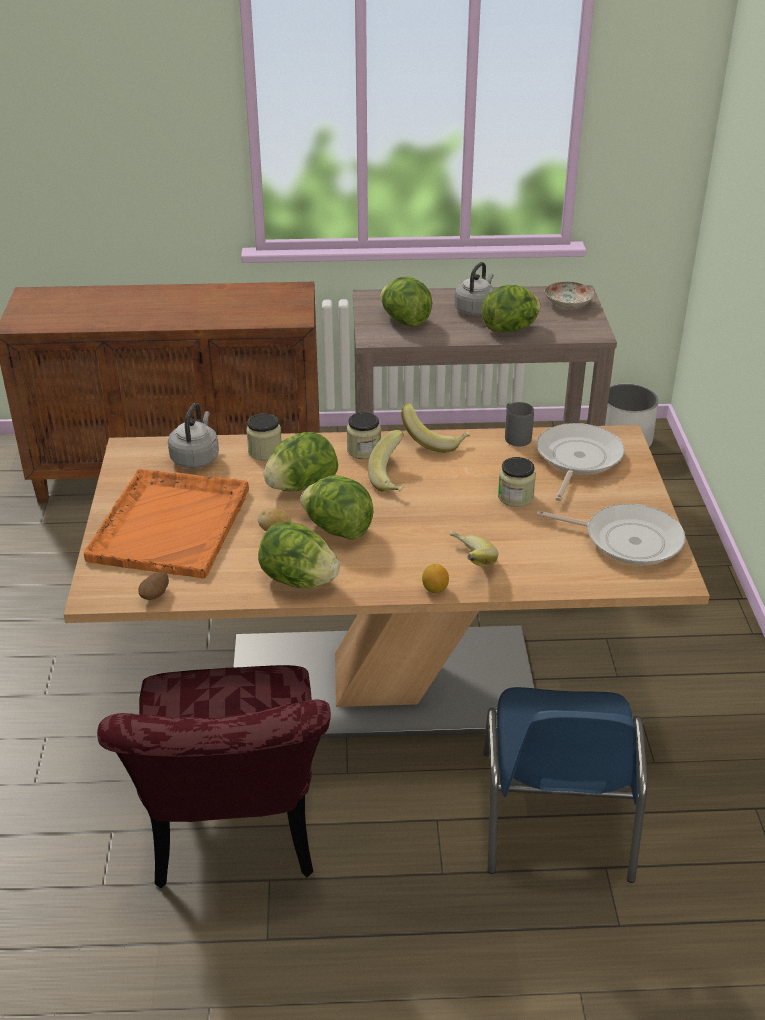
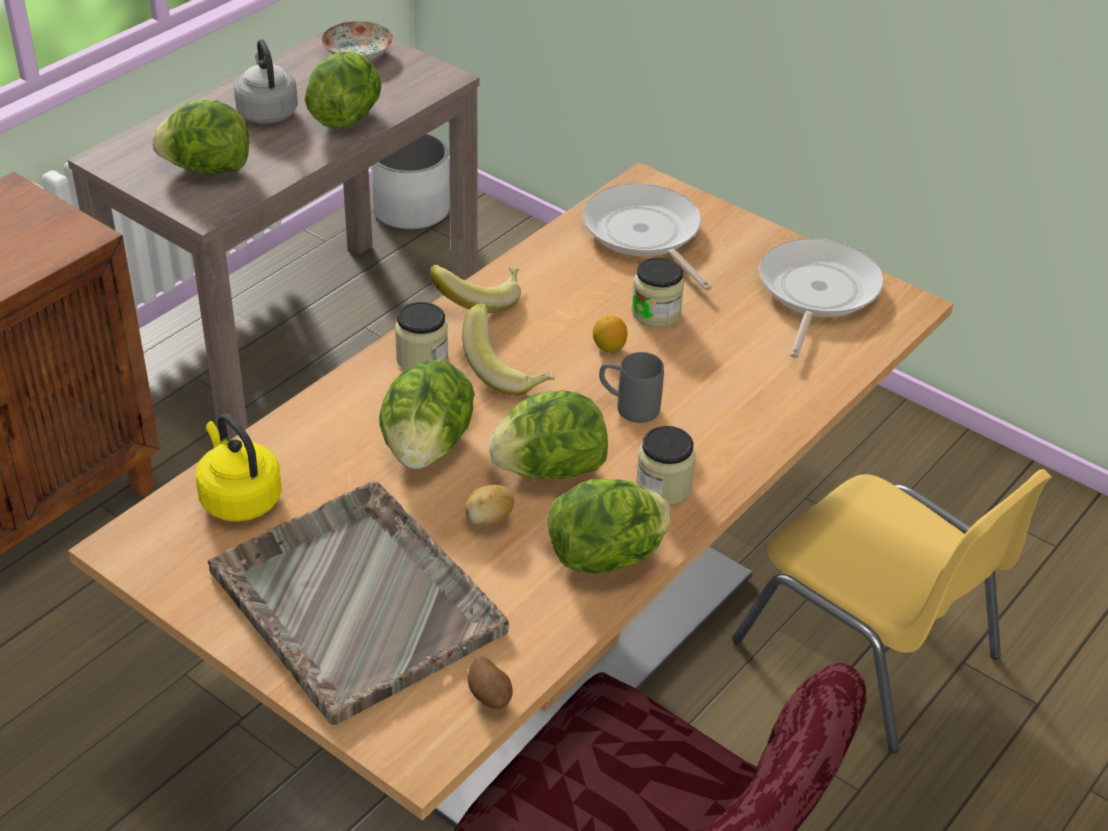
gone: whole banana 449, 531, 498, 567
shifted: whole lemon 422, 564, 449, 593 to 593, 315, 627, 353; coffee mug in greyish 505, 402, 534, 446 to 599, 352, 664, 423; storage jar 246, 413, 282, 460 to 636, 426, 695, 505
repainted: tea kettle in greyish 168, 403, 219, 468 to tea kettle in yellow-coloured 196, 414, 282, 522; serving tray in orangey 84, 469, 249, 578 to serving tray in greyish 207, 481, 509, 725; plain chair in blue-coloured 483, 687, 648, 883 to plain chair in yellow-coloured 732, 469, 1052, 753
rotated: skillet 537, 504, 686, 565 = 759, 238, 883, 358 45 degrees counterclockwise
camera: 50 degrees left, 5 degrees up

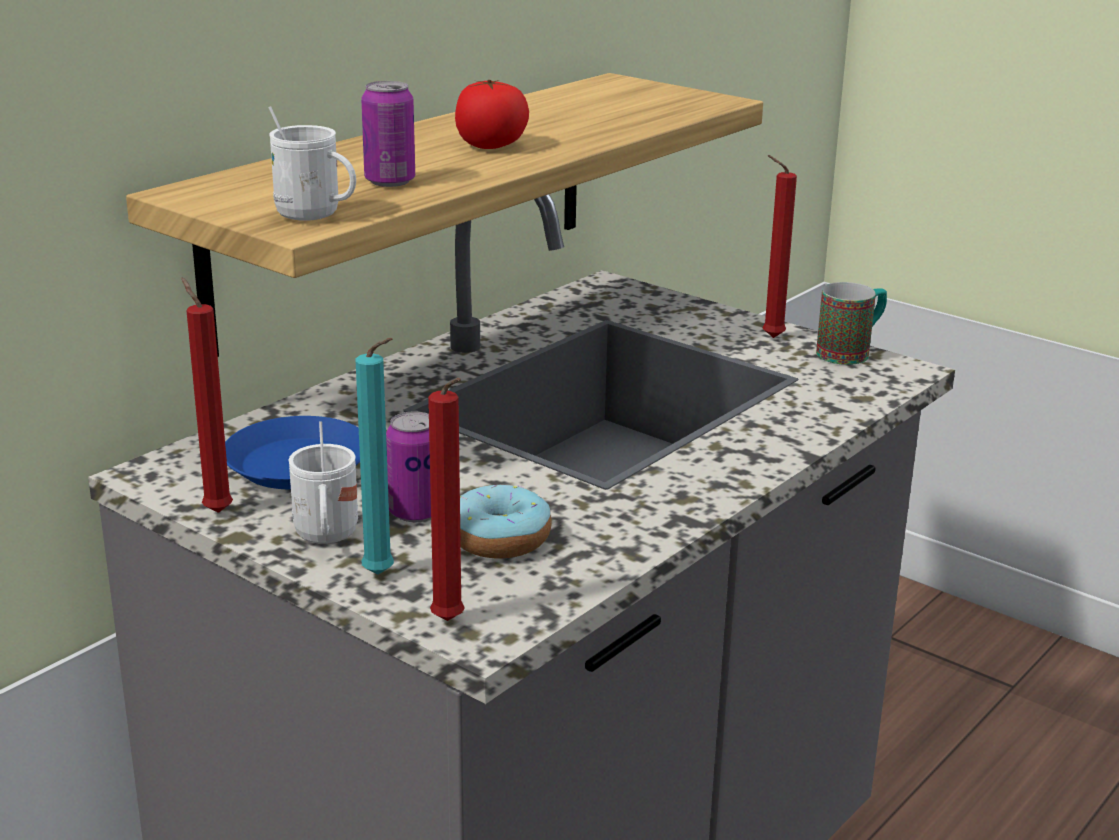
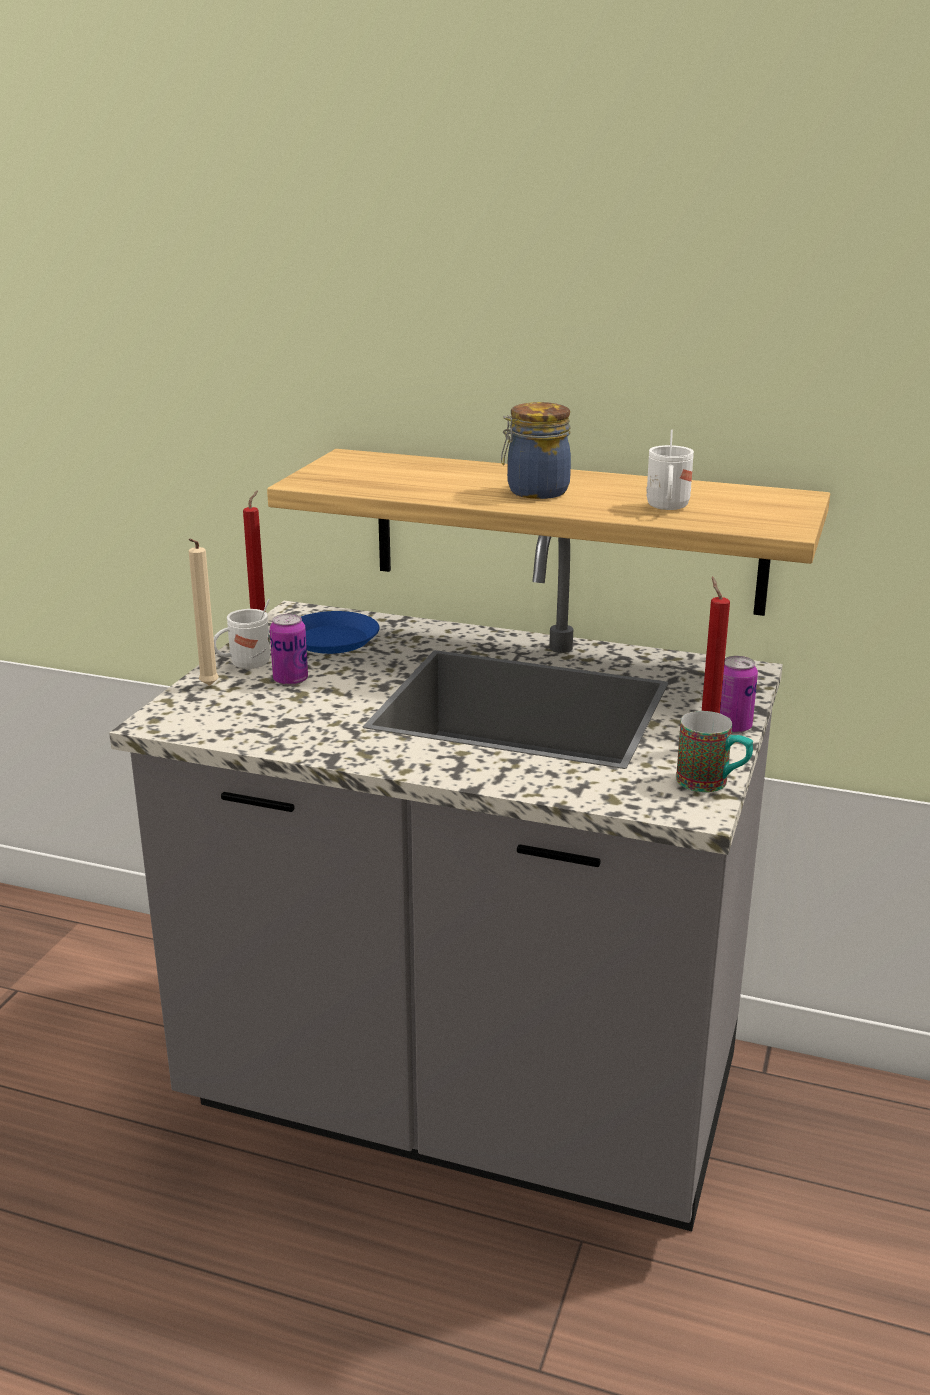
gone: candle in reddish 428, 378, 465, 621; doughnut 460, 485, 552, 558
shifted: coffee mug in whitish 268, 106, 356, 221 to 646, 430, 694, 510; can 361, 81, 415, 187 to 720, 656, 758, 734
swapped: whole tomato 455, 80, 529, 149 to storage jar 501, 402, 571, 499
repainted: candle in turquoise 355, 338, 394, 575 to candle in beige-coloured 189, 538, 219, 686
camera: 70 degrees right, 0 degrees up

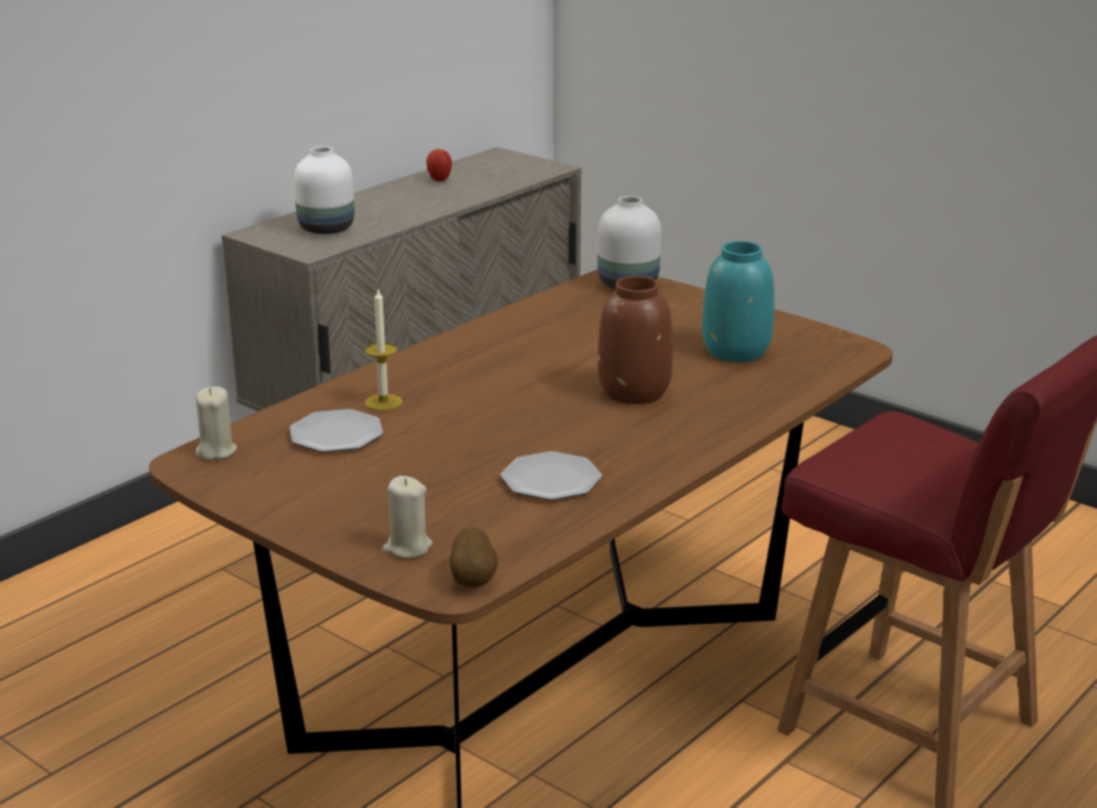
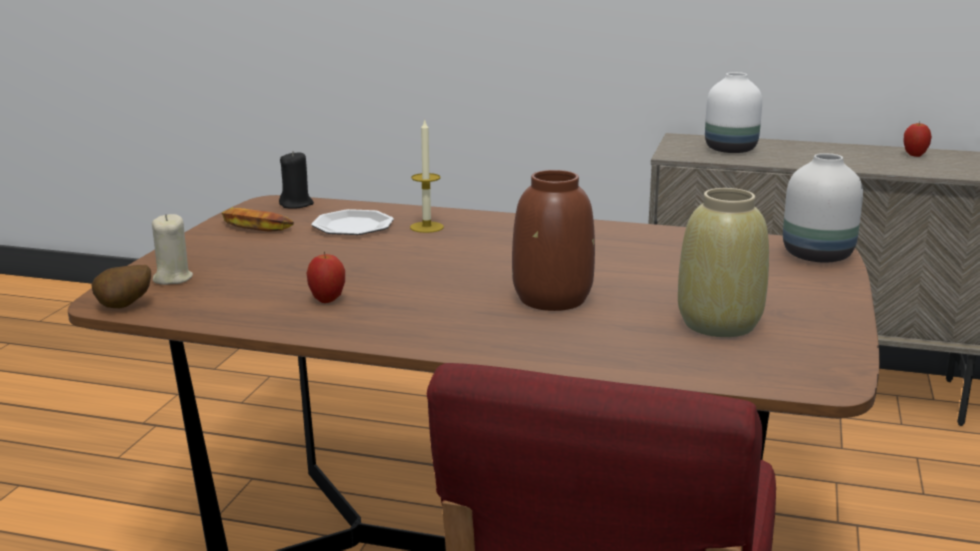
new: whole banana 222, 207, 294, 232
swapped: flat dish 501, 451, 602, 500 to apple fruit 307, 252, 345, 303
repainted: candle in beige-coloured 196, 386, 237, 460 to candle in blackish 279, 151, 314, 208; decorative vase in turquoise 702, 241, 774, 362 to decorative vase in beige-coloured 678, 188, 769, 337
camera: 65 degrees right, 5 degrees down

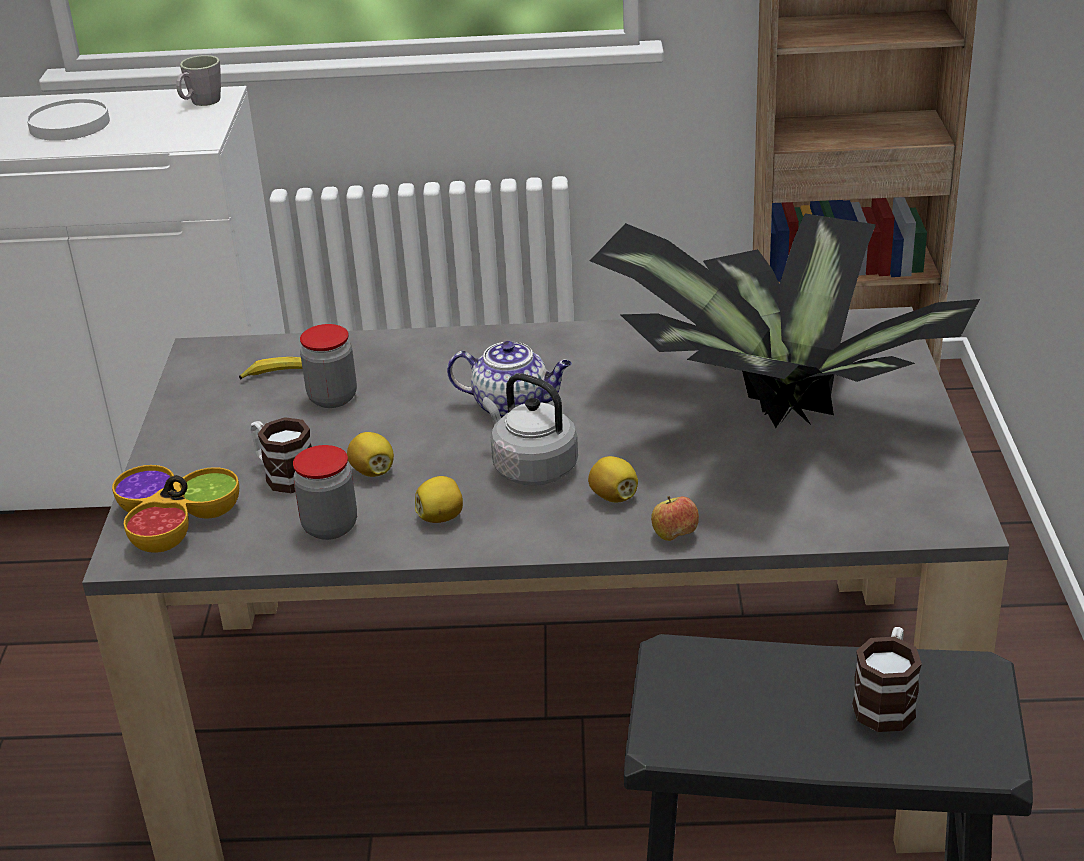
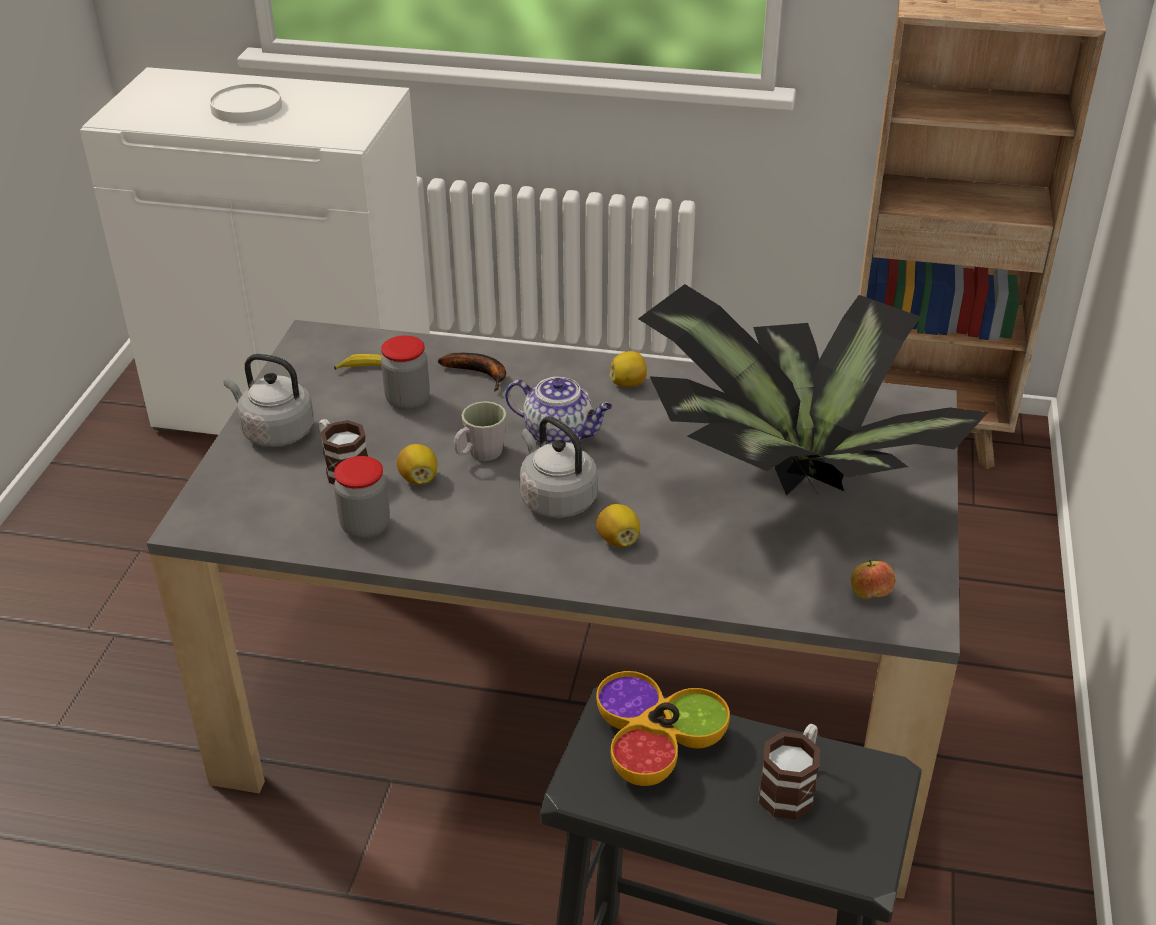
new: tea kettle in greyish 223, 354, 314, 447; whole banana 438, 353, 506, 391
shifted: coffee mug in greyish 176, 55, 221, 106 to 454, 401, 507, 461; bowl 112, 465, 239, 553 to 596, 671, 730, 786; whole lemon 415, 476, 463, 523 to 609, 351, 647, 387; apple fruit 651, 496, 699, 541 to 851, 560, 895, 600
camera: 10 degrees right, 5 degrees up

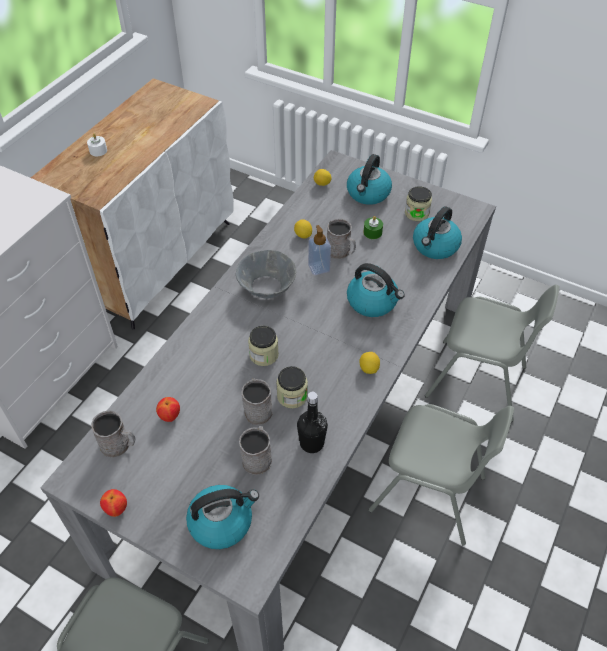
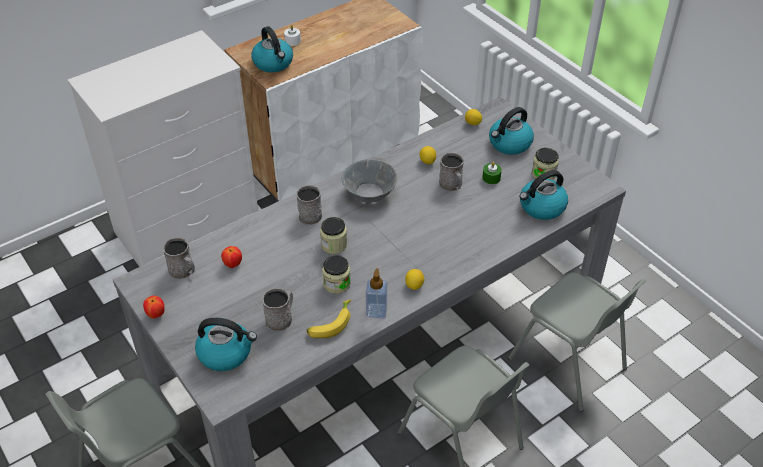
shifted: tea kettle 347, 263, 405, 317 to 251, 26, 293, 73; coffee mug in greyish 241, 379, 272, 425 to 296, 185, 322, 225; soap dispenser 308, 225, 331, 275 to 366, 268, 387, 319
swapped: beverage bottle in blackish 297, 392, 328, 453 to whole banana 307, 300, 351, 338
camera: 25 degrees right, 5 degrees down

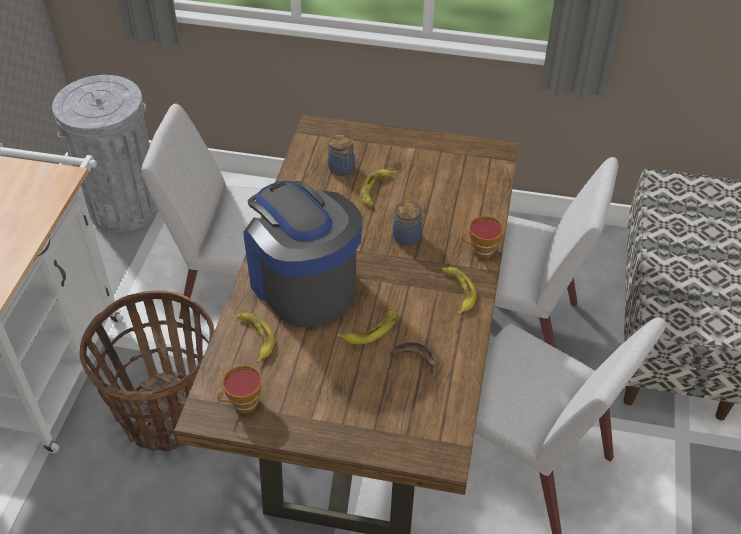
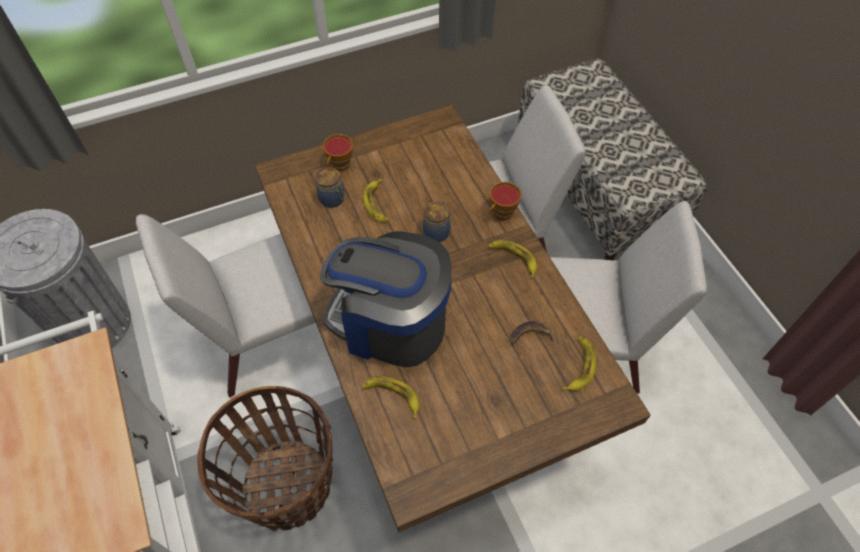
shifted: cup 217, 365, 262, 414 to 323, 134, 353, 172; whole banana 337, 308, 396, 344 to 562, 337, 596, 391
camera: 35 degrees left, 10 degrees up

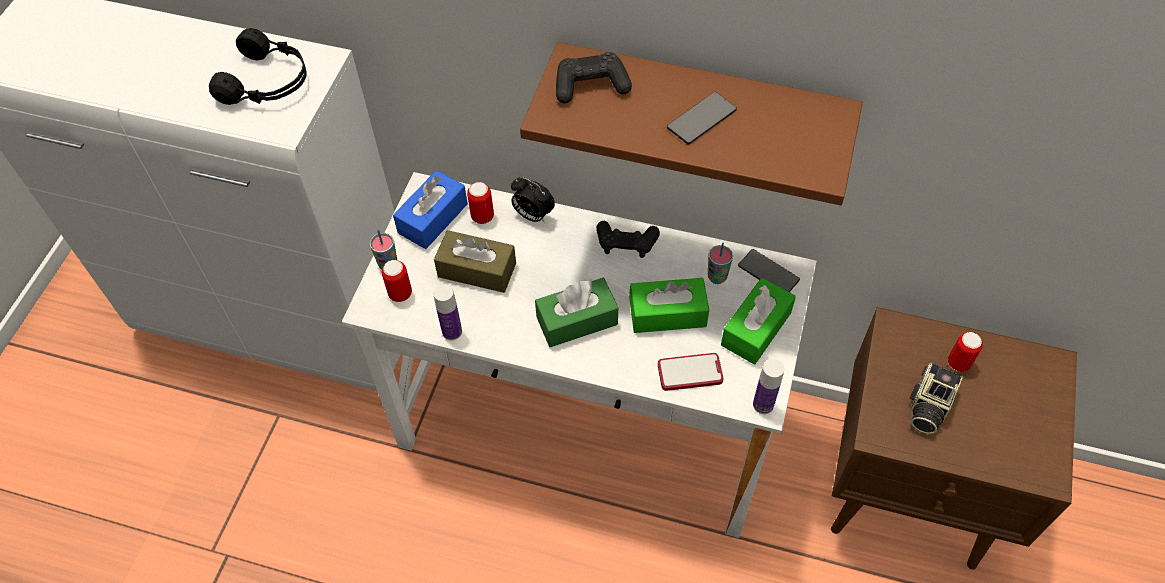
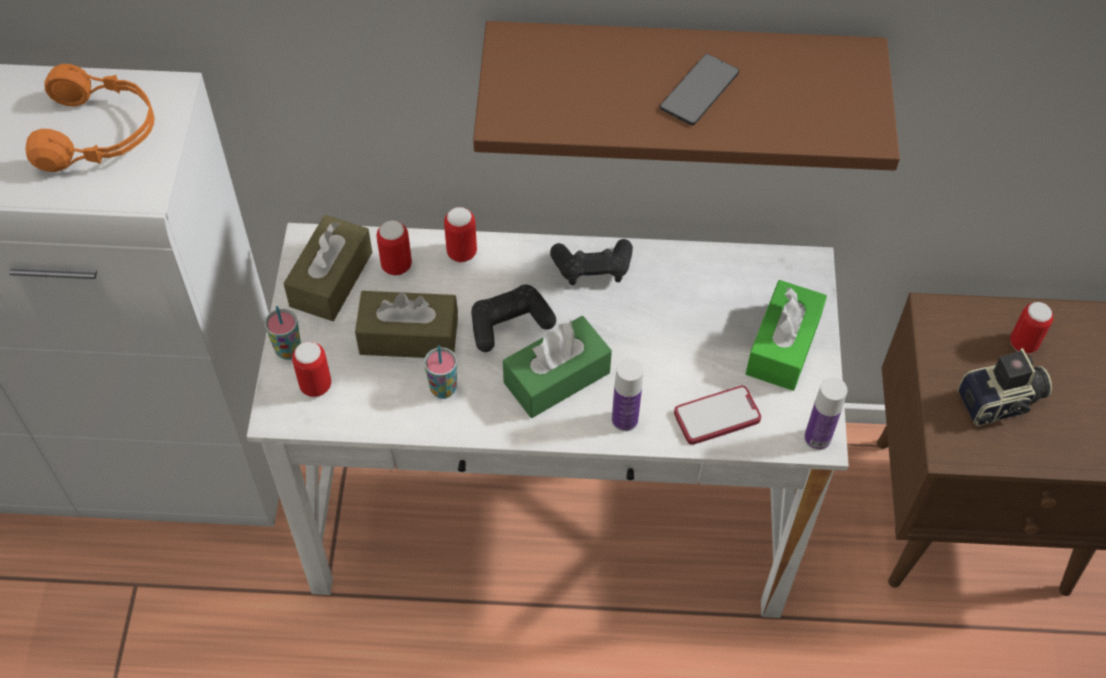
gone: box of tissues in greenish 629, 278, 709, 333; handset 738, 249, 800, 292
shifted: cup 708, 243, 733, 284 to 424, 346, 457, 399; game controller in blackish 556, 52, 632, 103 to 471, 285, 556, 352; beverage bottle 433, 284, 462, 340 to 612, 358, 643, 432
swapped: table clock 511, 177, 555, 223 to can 444, 207, 477, 263
repainted: headphones in blackish 209, 28, 307, 105 to headphones in orangey 26, 64, 155, 172; box of tissues in blue-coloured 393, 170, 468, 249 to box of tissues in brownish 283, 215, 372, 321
rotated: still camera 909, 363, 963, 434 = 957, 348, 1052, 426 120 degrees counterclockwise
camera: 15 degrees left, 0 degrees up

